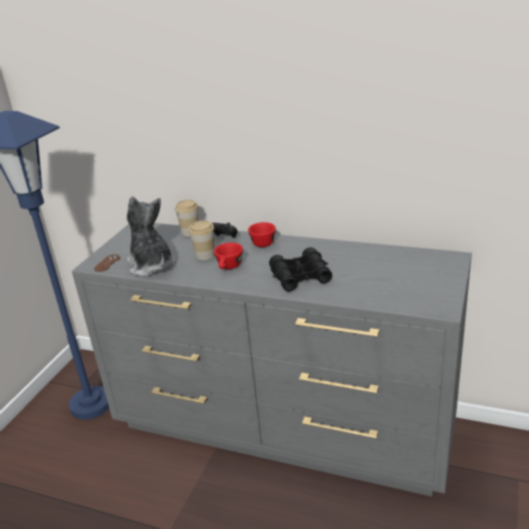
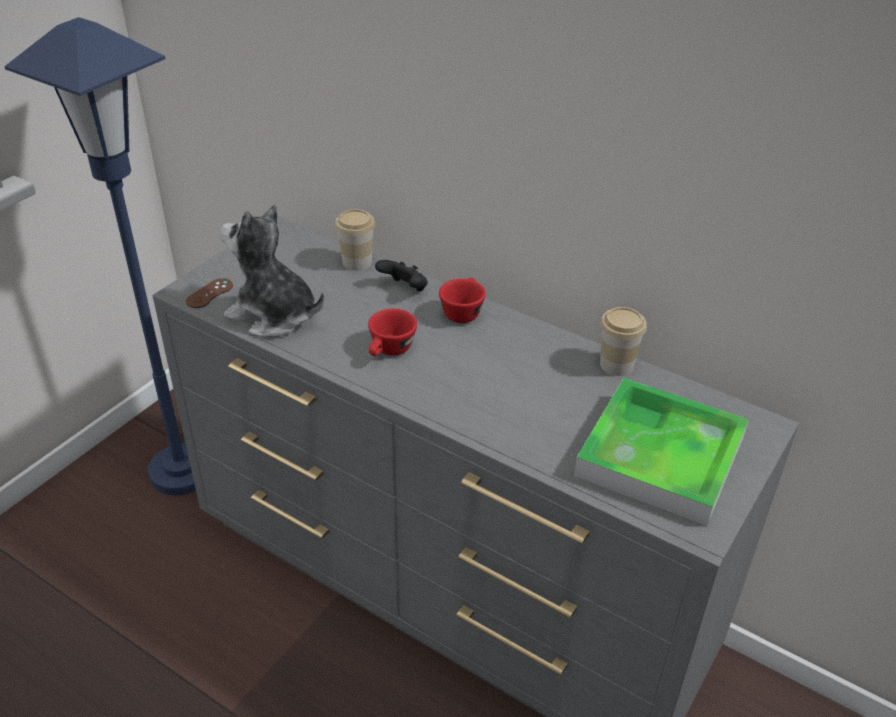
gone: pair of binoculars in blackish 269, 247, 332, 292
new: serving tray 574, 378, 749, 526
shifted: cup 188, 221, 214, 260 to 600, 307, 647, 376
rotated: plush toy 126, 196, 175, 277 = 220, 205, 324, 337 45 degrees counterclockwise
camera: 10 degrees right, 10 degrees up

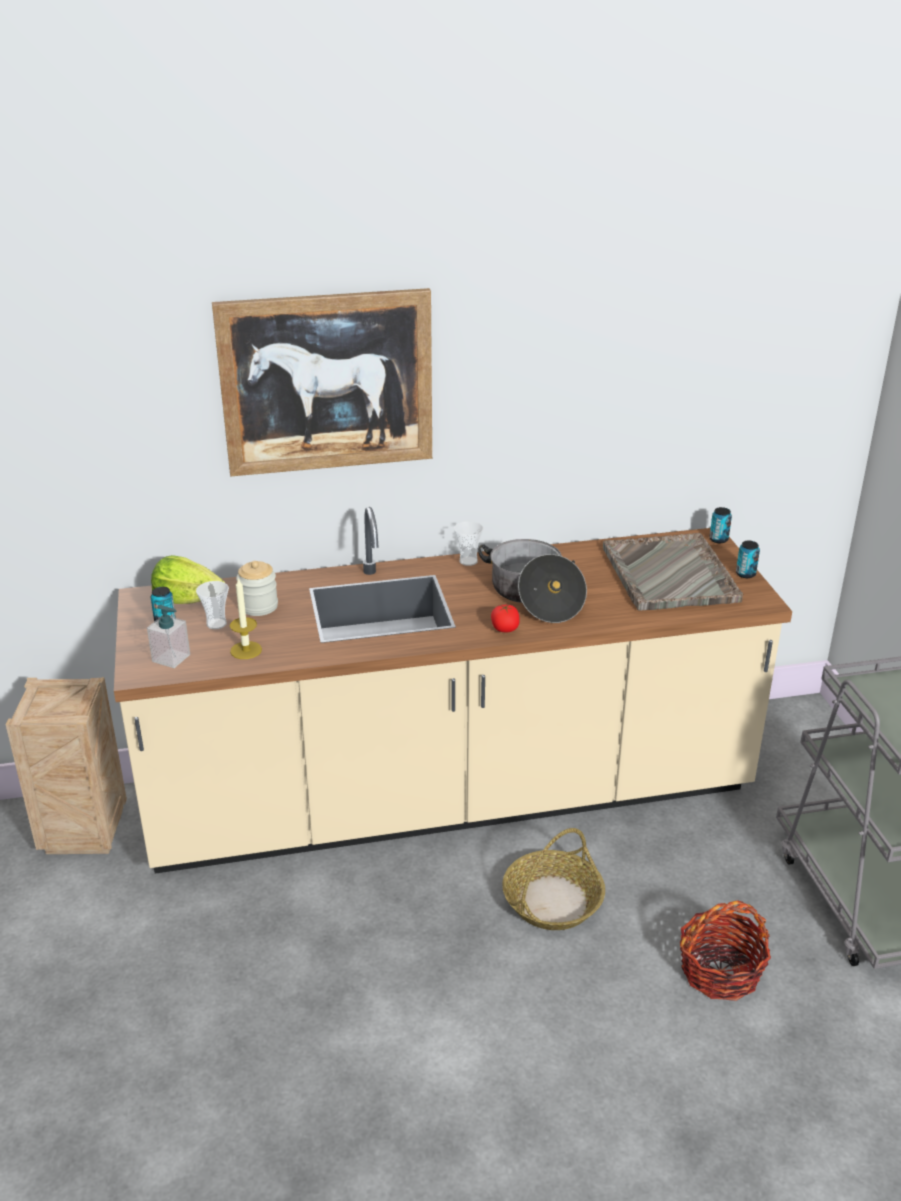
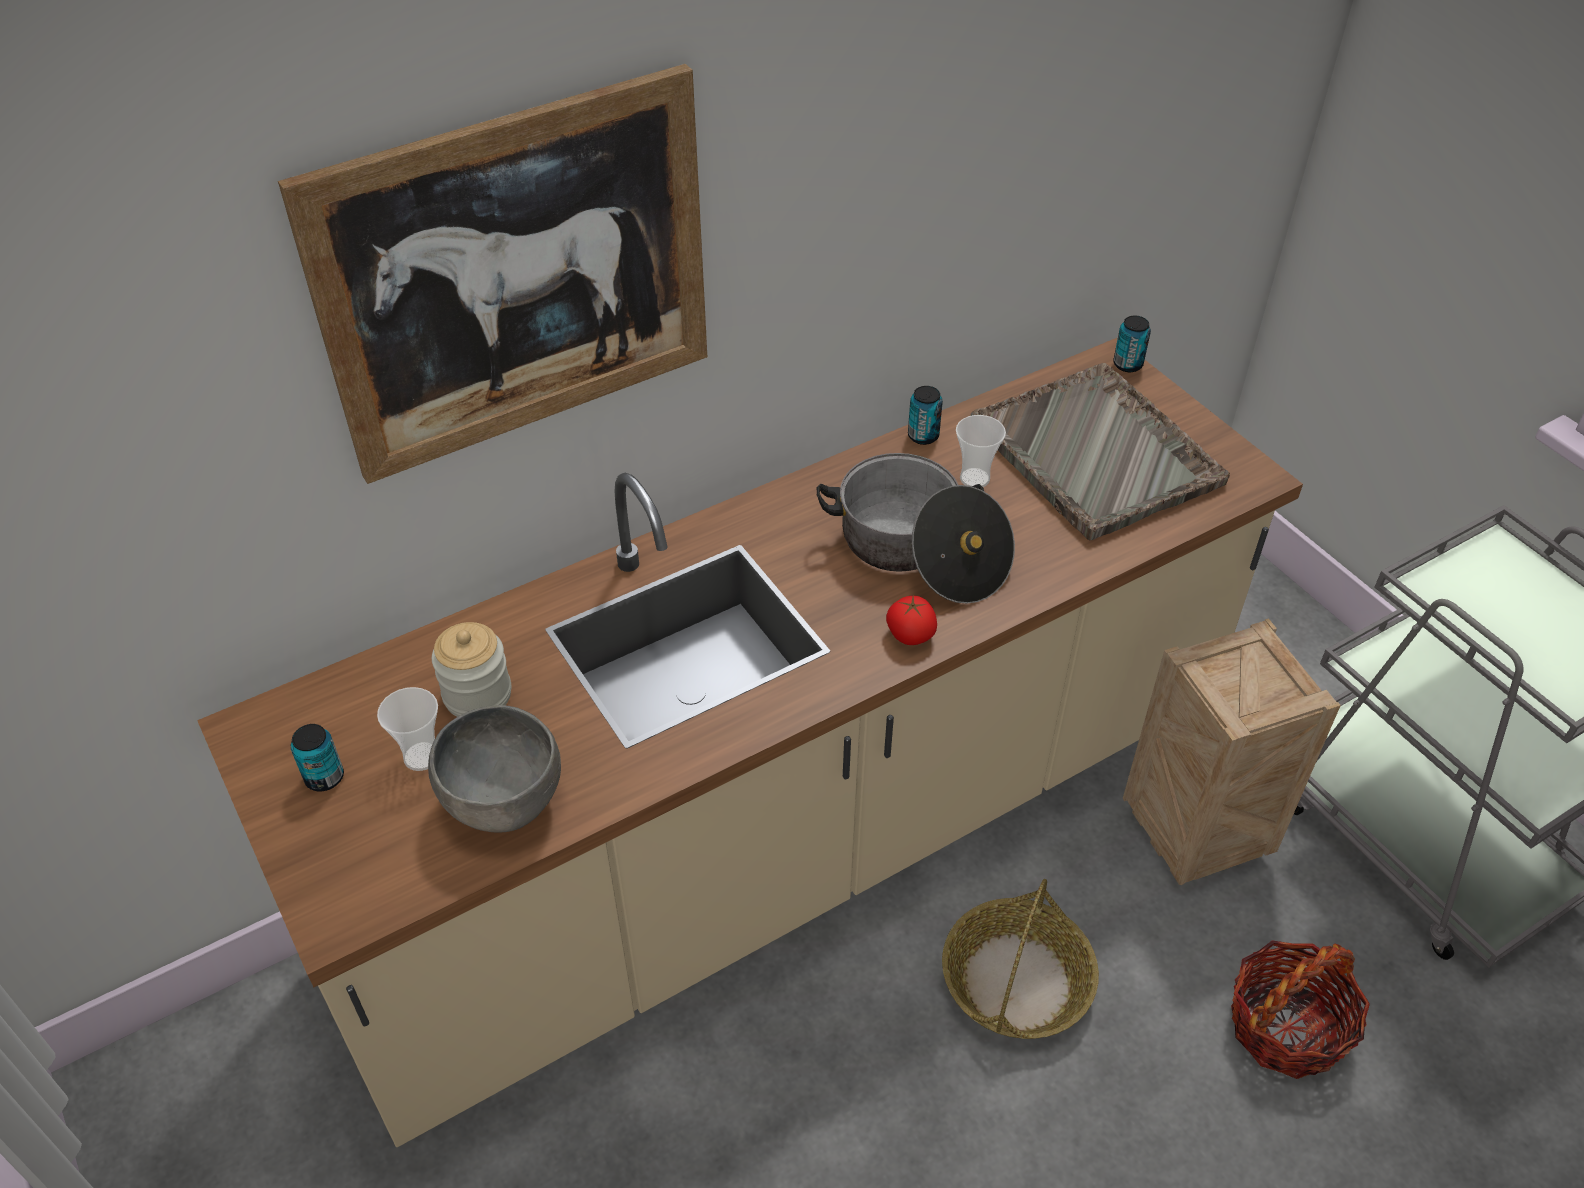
gone: soap dispenser 147, 605, 190, 668; lettuce head 151, 555, 225, 604
shifted: can 736, 541, 760, 578 to 908, 386, 943, 445; cup 454, 521, 484, 566 to 956, 415, 1006, 487; shipping crate 6, 677, 127, 854 to 1123, 618, 1341, 885
swapped: candle 230, 578, 262, 659 to bowl in greyish 428, 705, 561, 833
camera: 20 degrees left, 15 degrees up

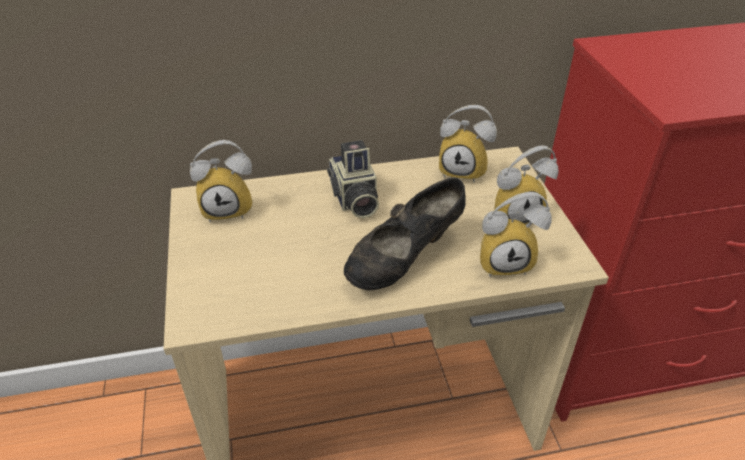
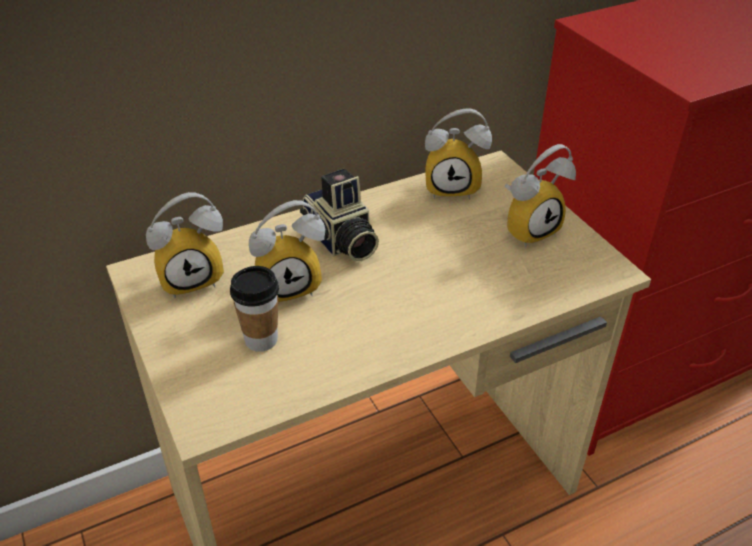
gone: item of footwear in blackish 344, 177, 466, 291
new: cup 230, 266, 279, 352
shifted: table clock 480, 192, 552, 277 to 249, 200, 325, 302
camera: 15 degrees left, 0 degrees up

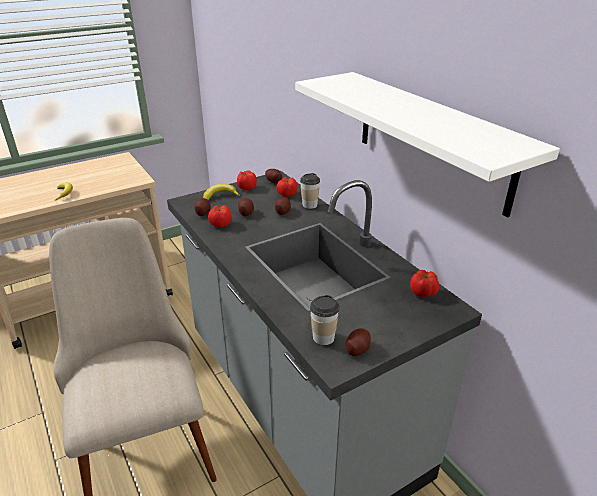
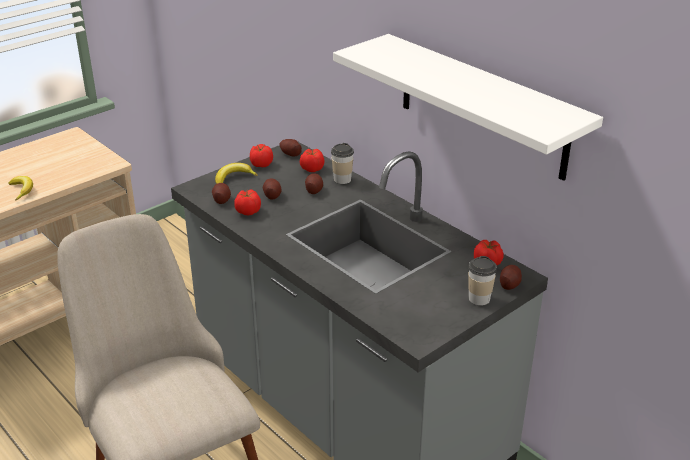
shifted: cup 310, 295, 339, 345 to 468, 256, 497, 306; spud 346, 328, 371, 356 to 500, 265, 522, 290
camera: 10 degrees left, 0 degrees up

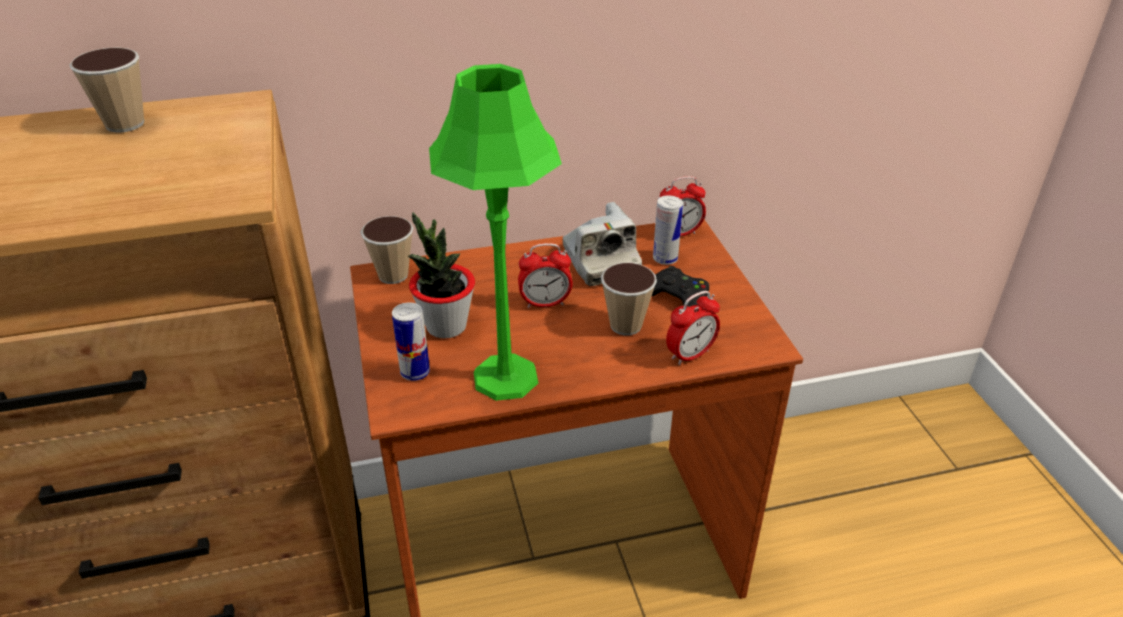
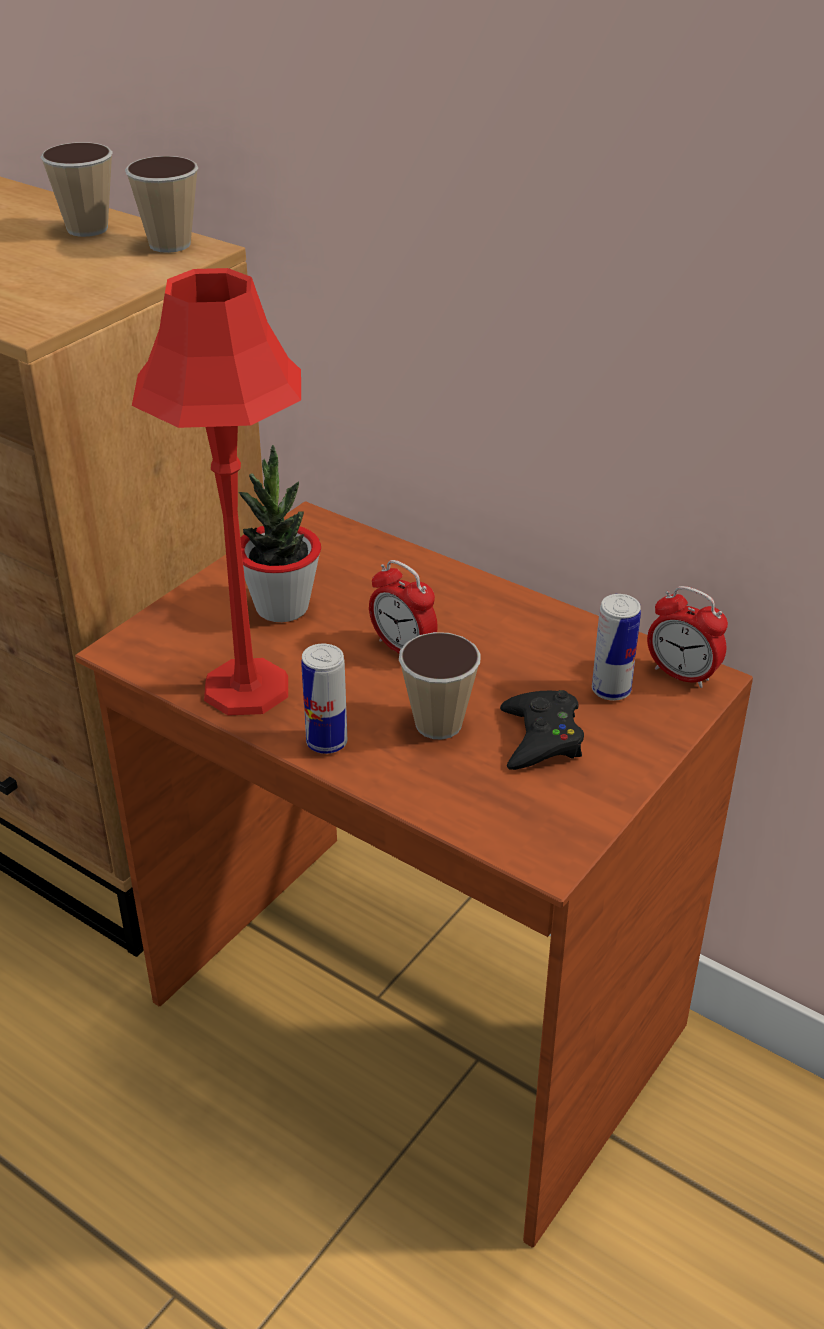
gone: still camera 563, 202, 642, 286; table clock 666, 291, 720, 365
shifted: cup 361, 216, 413, 284 to 125, 156, 198, 253; can 392, 302, 430, 381 to 301, 644, 347, 754
repainted: lamp for a table in greenish 429, 64, 562, 401 to lamp for a table in reddish 132, 268, 301, 716
camera: 50 degrees right, 0 degrees up

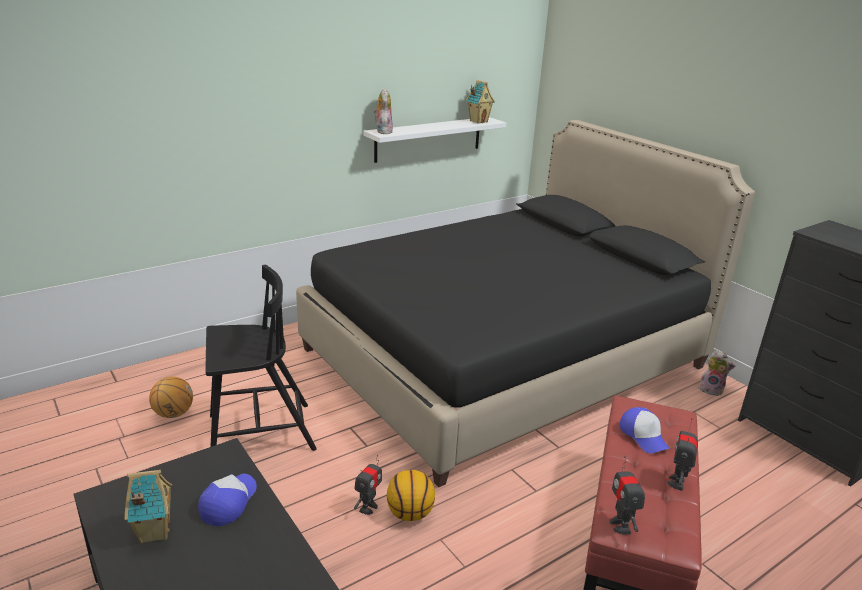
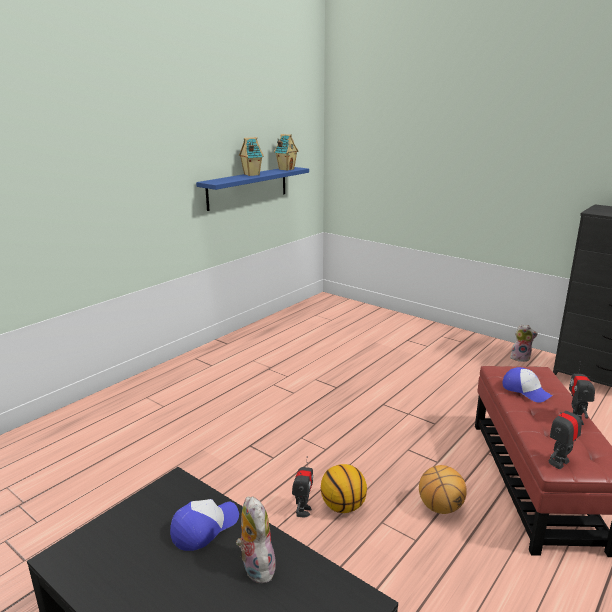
gone: plain chair in blackish 205, 265, 317, 451; bed in blackish 296, 120, 755, 487
shifted: plush toy 373, 88, 393, 134 to 236, 496, 276, 583; model house 124, 470, 172, 543 to 239, 137, 264, 176; ball for basketball 149, 377, 193, 418 to 419, 465, 467, 514
repainted: bracket shelf in whitish 364, 117, 507, 163 to bracket shelf in blue-coloured 196, 167, 309, 211
rotated: baseball cap 198, 474, 257, 526 = 170, 499, 239, 551 45 degrees clockwise; model robot 610, 456, 645, 534 = 549, 400, 582, 469 75 degrees clockwise
camera: 15 degrees left, 5 degrees down

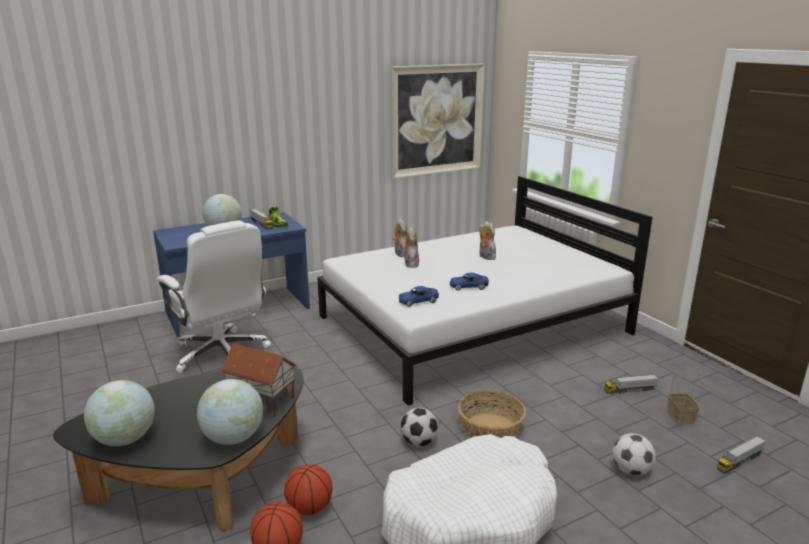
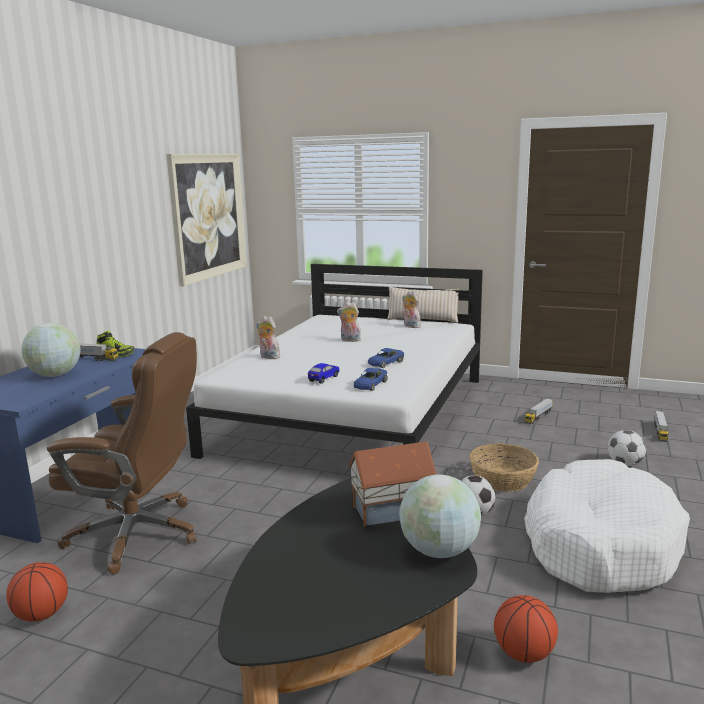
gone: world globe 84, 380, 155, 446; basket 667, 374, 703, 425
new: miniature car 308, 363, 339, 384; cushion in beige-coloured 387, 287, 460, 323
shifted: ball for basketball 284, 464, 332, 515 to 7, 562, 68, 622; plush toy 402, 228, 419, 268 to 402, 290, 421, 328
repainted: office chair in whitish 157, 220, 271, 372 to office chair in brownish 47, 332, 197, 575
camera: 40 degrees left, 5 degrees down

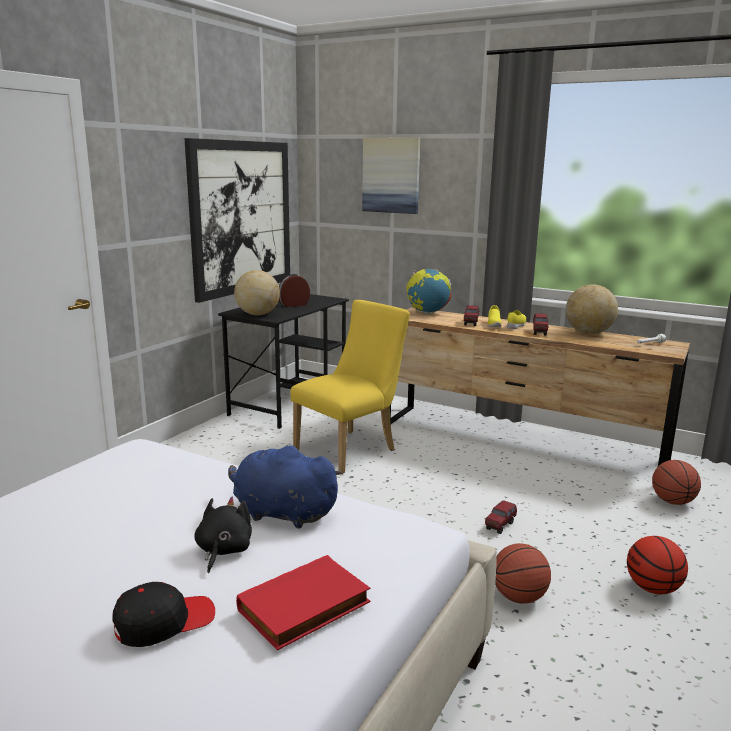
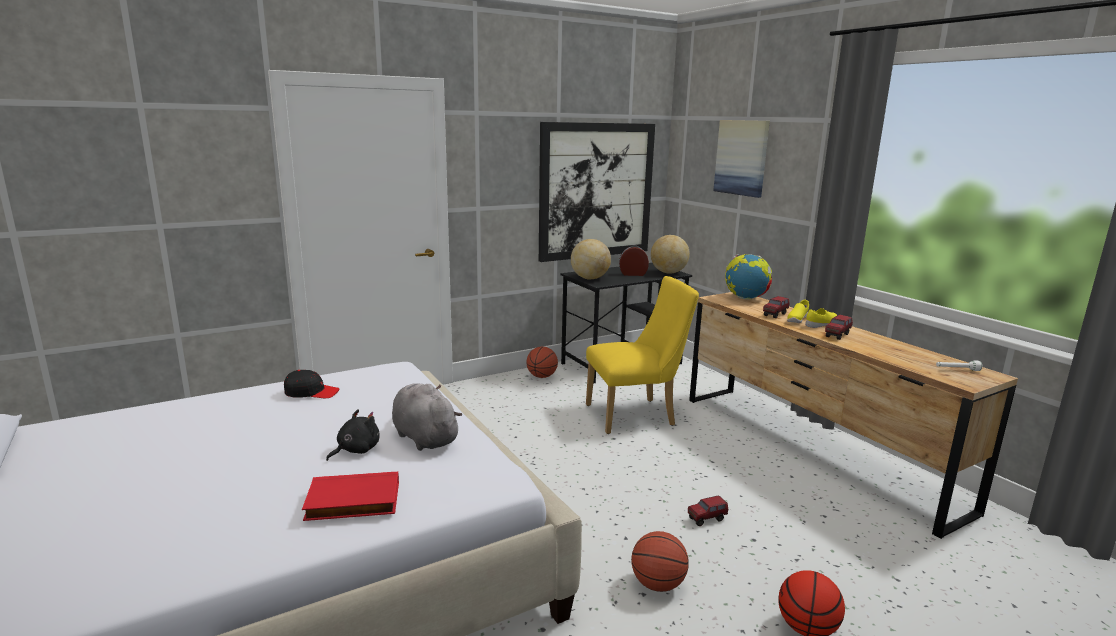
shifted: baseball cap in blackish 112, 582, 215, 647 to 284, 370, 339, 398; ball for basketball 652, 460, 701, 505 to 527, 347, 558, 378; world globe 566, 284, 618, 334 to 651, 235, 690, 273
repainted: plush toy in blue-coloured 228, 445, 342, 528 to plush toy in greyish 392, 383, 462, 451
camera: 30 degrees right, 0 degrees up

